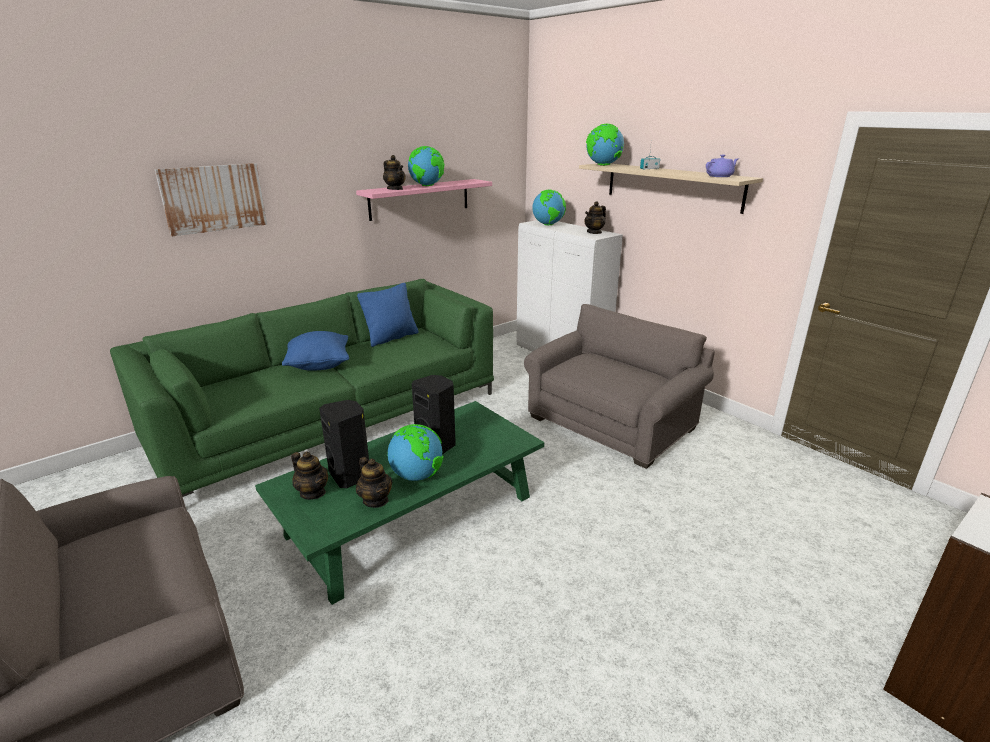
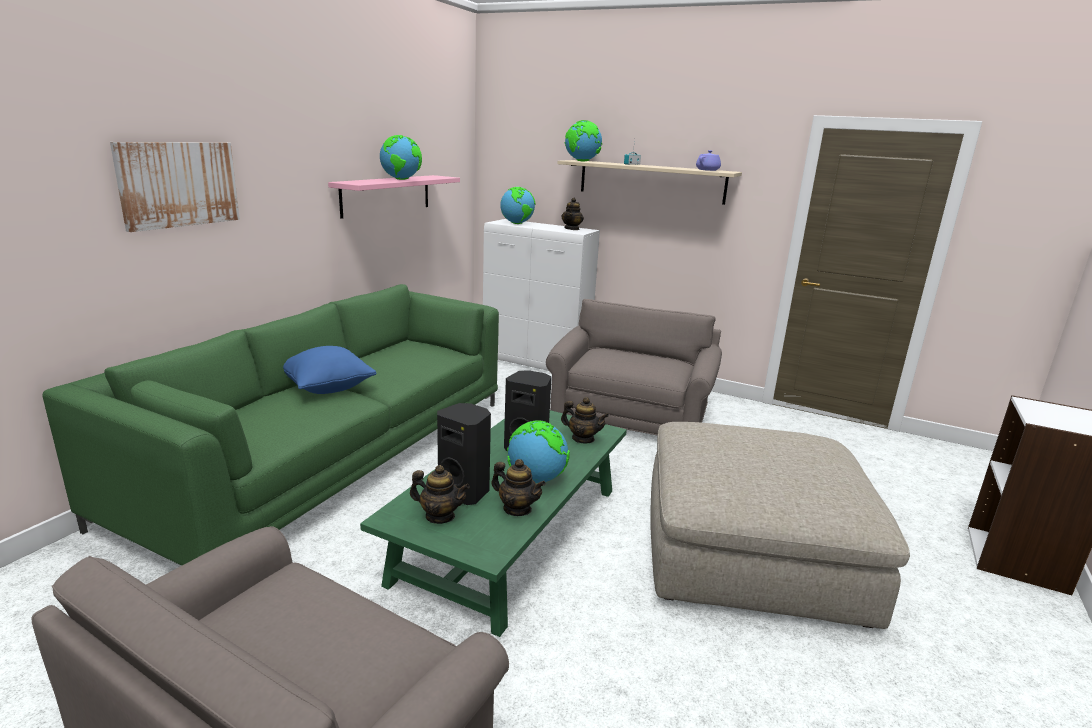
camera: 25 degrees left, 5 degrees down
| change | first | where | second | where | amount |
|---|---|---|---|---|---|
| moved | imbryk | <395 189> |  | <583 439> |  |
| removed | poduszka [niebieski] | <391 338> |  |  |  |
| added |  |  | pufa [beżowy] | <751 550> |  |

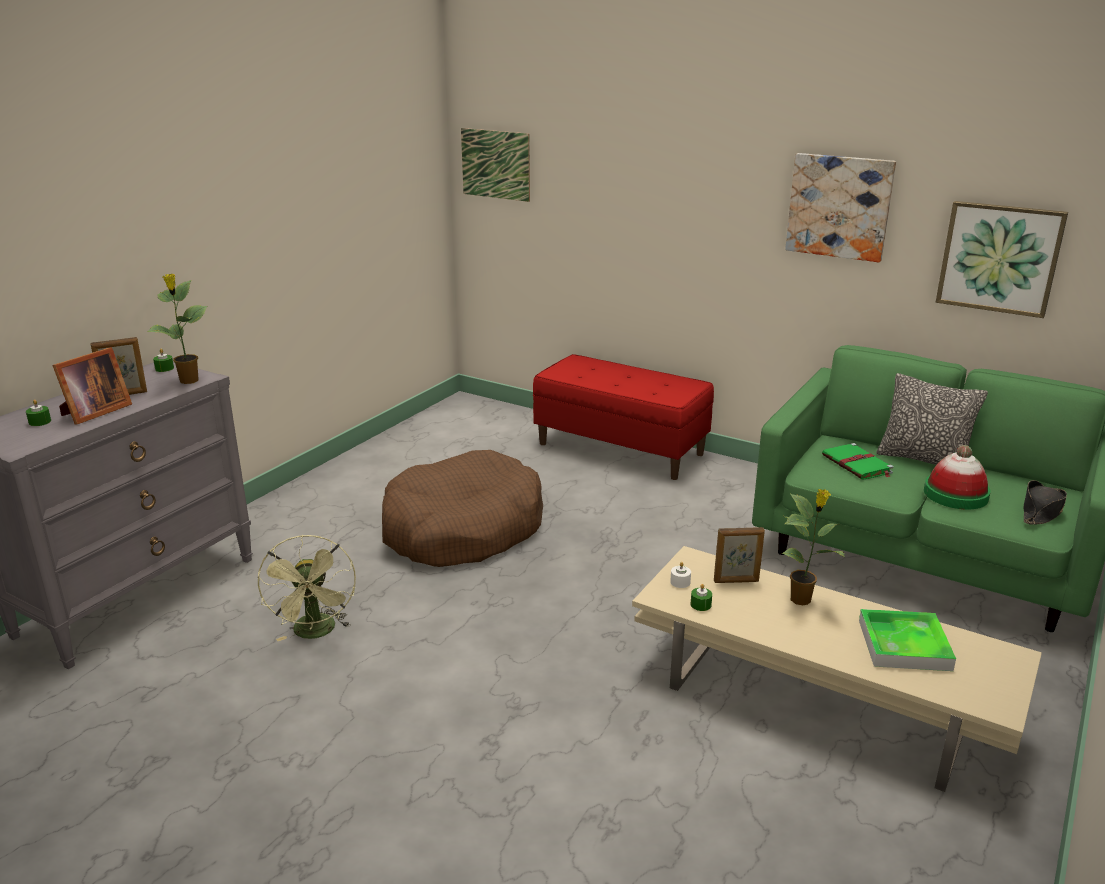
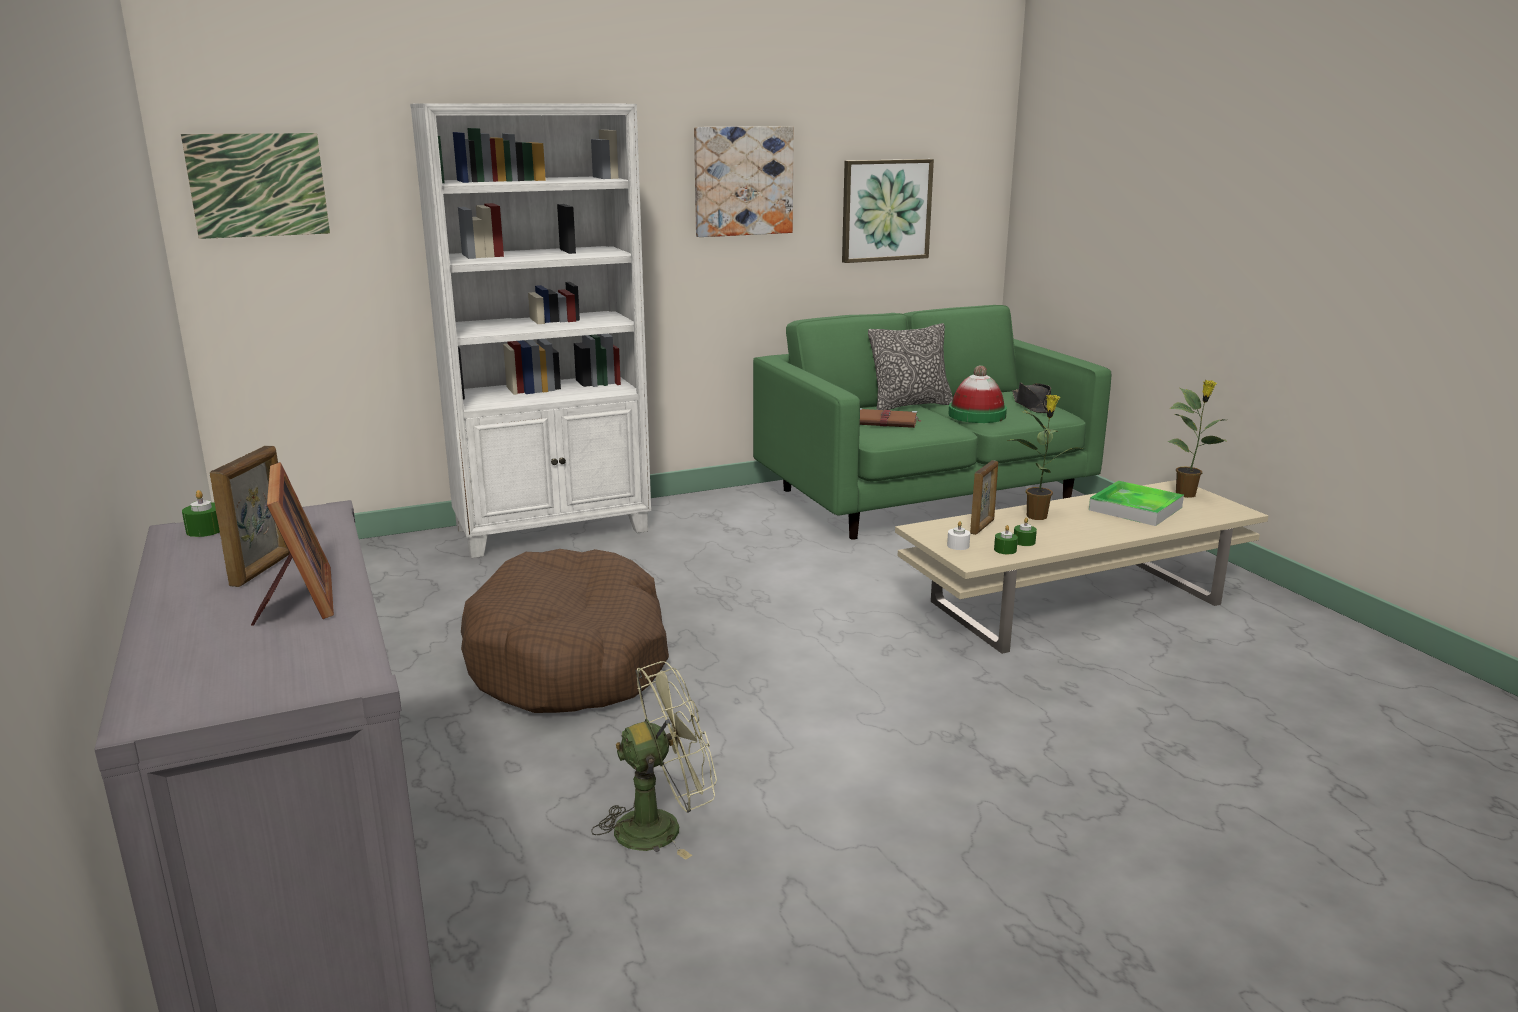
camera: 55 degrees left, 5 degrees down
| change | first | where | second | where | amount |
|---|---|---|---|---|---|
| moved | roślina doniczkowa | <189 381> |  | <1187 494> |  |
| replaced | ławka [czerwony] | <621 449> | regał [biały] | <554 530> |  |
| moved | świeca [zielony] | <40 422> |  | <1024 542> |  |
| recoloured | książka [zielony] | <857 464> | książka [brązowy] | <886 422> |  |
| turned | wentylator [zielony] | <316 633> |  | <661 826> | 45 degrees counterclockwise |

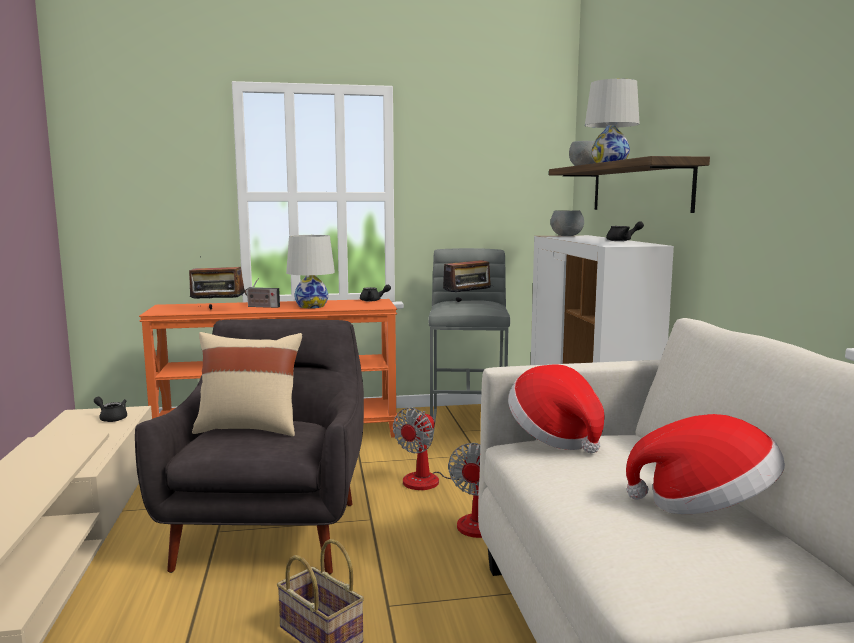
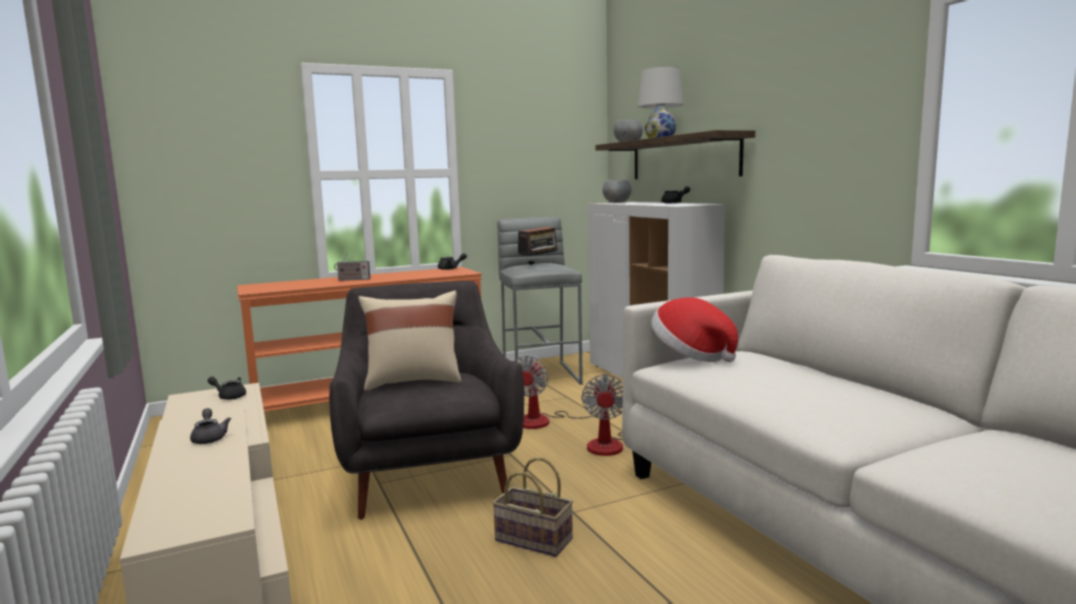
camera: 15 degrees left, 0 degrees up
| change | first | where | second | where | amount |
|---|---|---|---|---|---|
| removed | lampa stołowa [biały] | <311 306> |  |  |  |
| removed | radio | <218 310> |  |  |  |
| removed | kapelusz | <705 506> |  |  |  |
| added |  |  | imbryk [szary] | <209 438> |  |

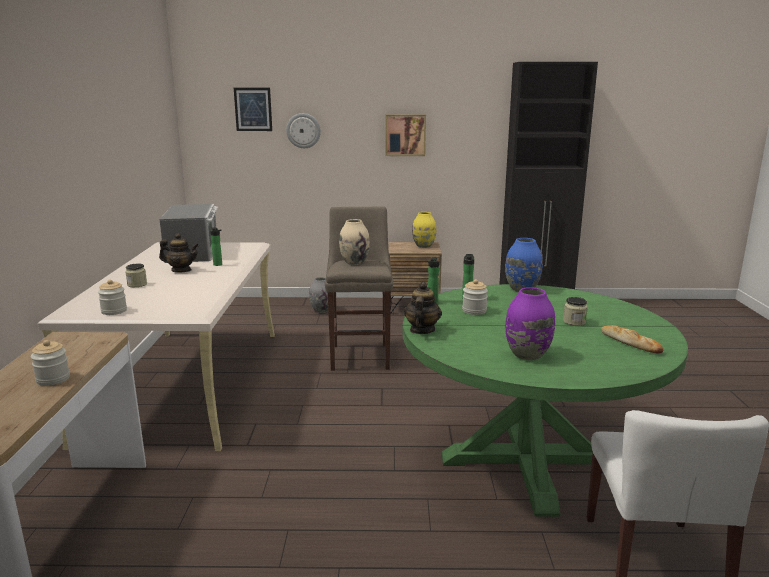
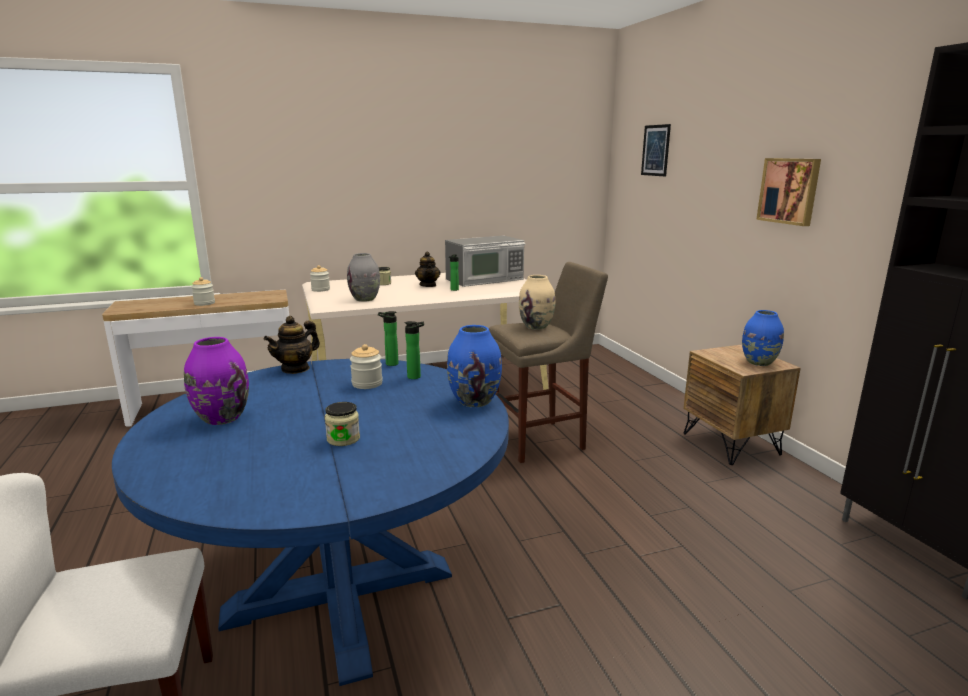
camera: 70 degrees right, 0 degrees up
| change | first | where | second | where | amount |
|---|---|---|---|---|---|
| removed | zegar ścienny | <303 130> |  |  |  |
| recoloured | wazon [żółty] | <424 246> | wazon [niebieski] | <759 362> |  |
| moved | wazon [szary] | <321 310> |  | <365 299> |  |
| turned | imbryk | <421 330> |  | <295 369> | 135 degrees clockwise |
| recoloured | stół jadalny [zielony] | <527 460> | stół jadalny [niebieski] | <340 593> |  |
| removed | chleb | <630 343> |  |  |  |

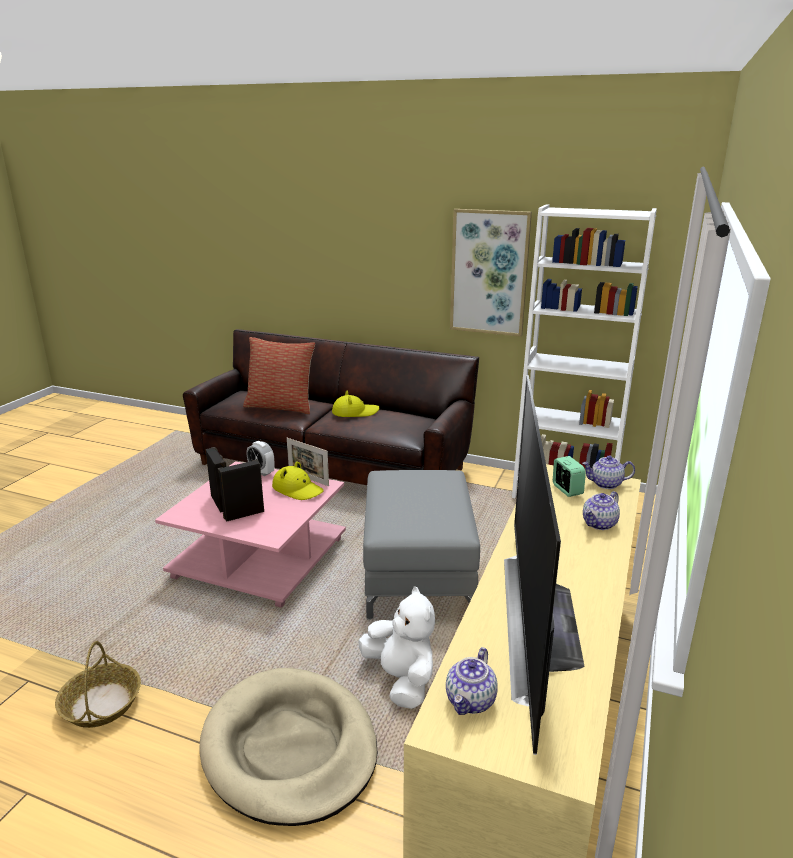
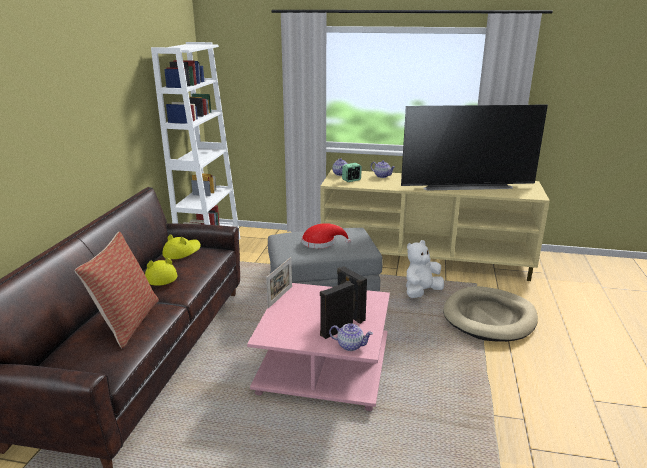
camera: 100 degrees left, 0 degrees up
| change | first | where | second | where | amount |
|---|---|---|---|---|---|
| removed | obraz | <489 273> |  |  |  |
| removed | budzik | <261 472> |  |  |  |
| moved | kapelusz [żółty] | <298 489> |  | <182 251> |  |
| removed | koszyk | <101 704> |  |  |  |
| moved | imbryk | <471 701> |  | <350 345> |  |
| added |  |  | kapelusz [czerwony] | <321 242> |  |

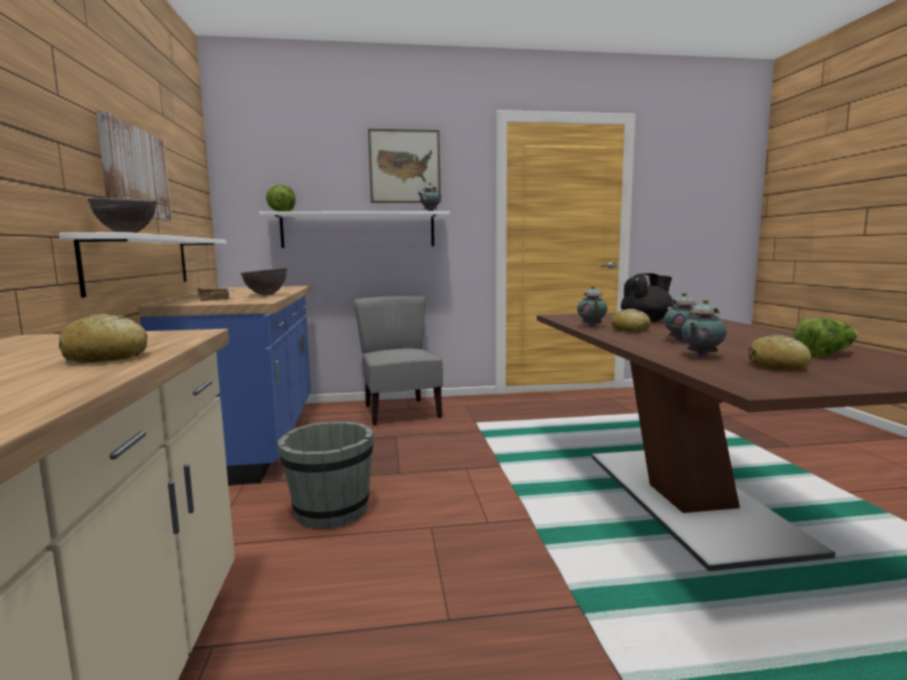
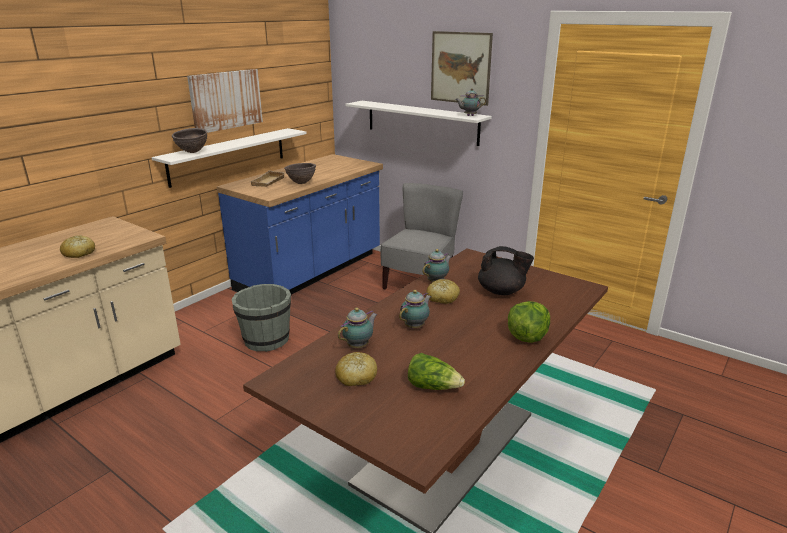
camera: 45 degrees right, 15 degrees up
| change | first | where | second | where | amount |
|---|---|---|---|---|---|
| moved | sałata | <282 212> |  | <527 337> |  |
| turned | imbryk | <700 356> |  | <359 346> | 135 degrees clockwise |

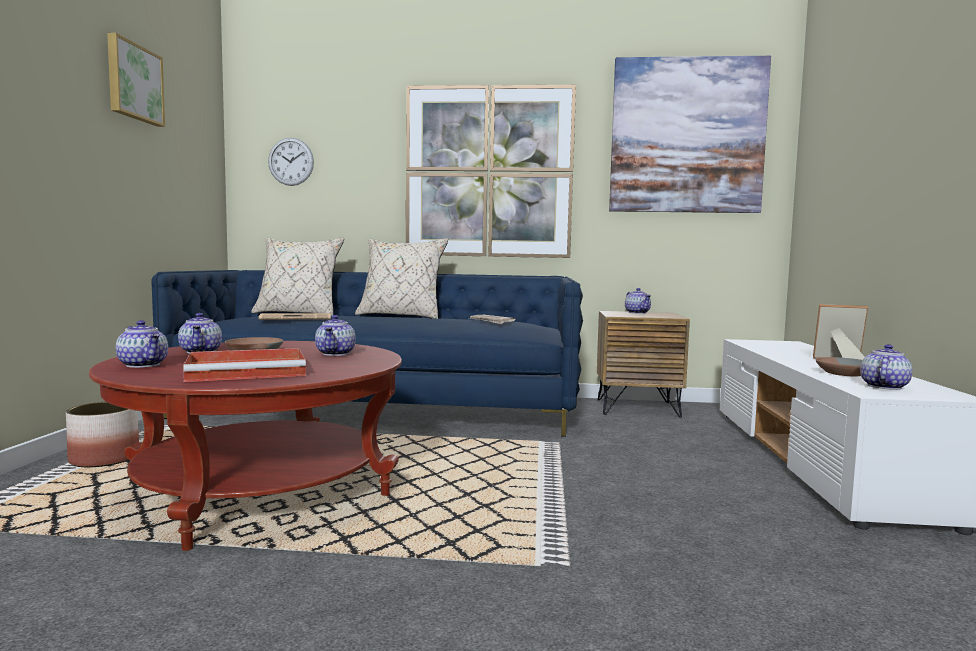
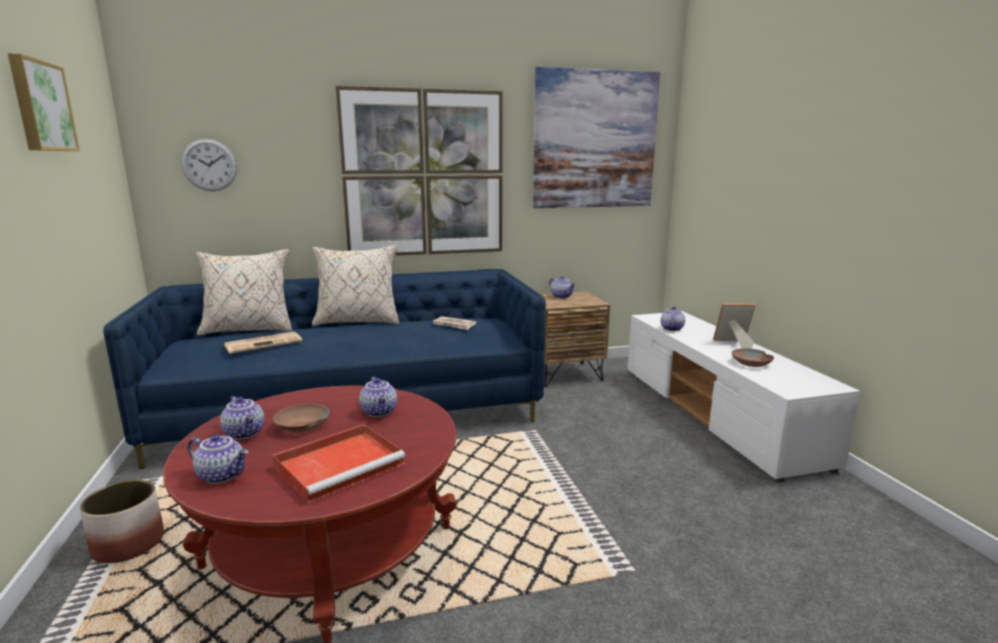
camera: 20 degrees left, 10 degrees up
| change | first | where | second | where | amount |
|---|---|---|---|---|---|
| moved | imbryk | <883 386> |  | <671 328> |  |

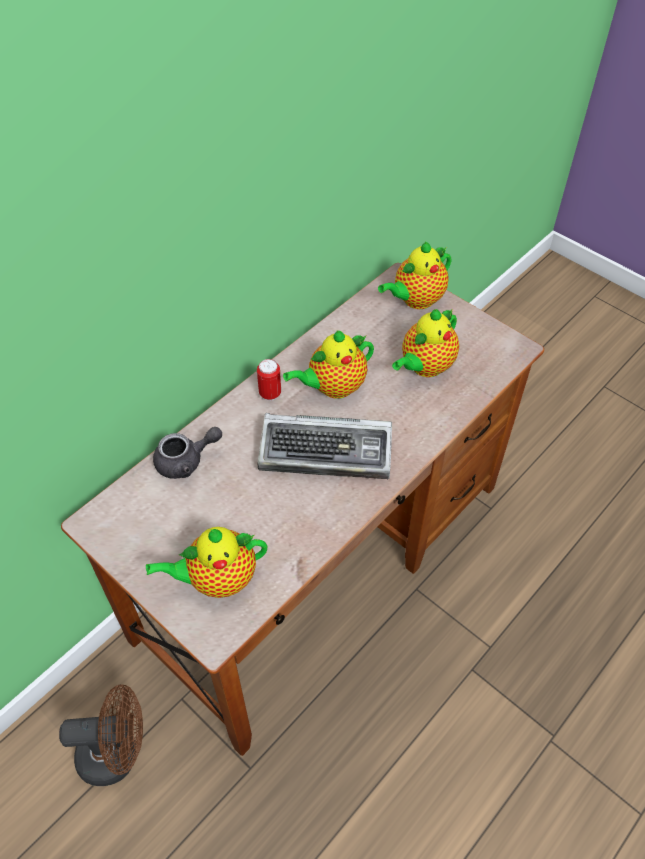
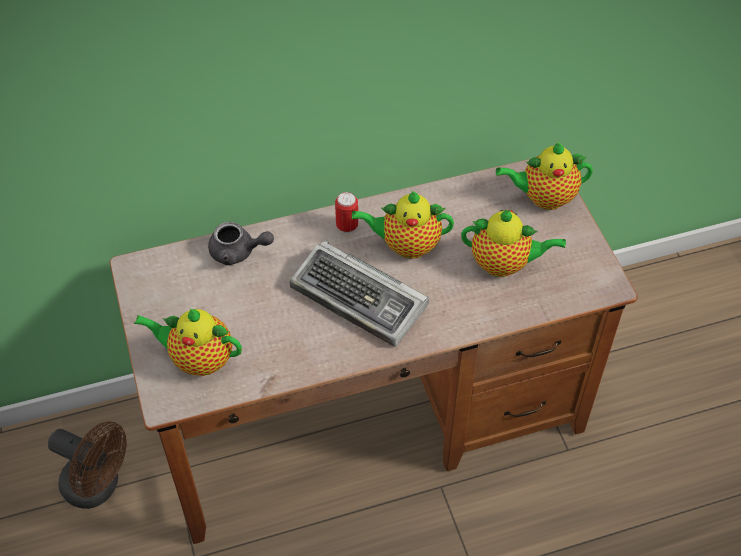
camera: 30 degrees right, 0 degrees up
| change | first | where | second | where | amount |
|---|---|---|---|---|---|
| turned | imbryk | <425 367> |  | <504 264> | 150 degrees counterclockwise |

